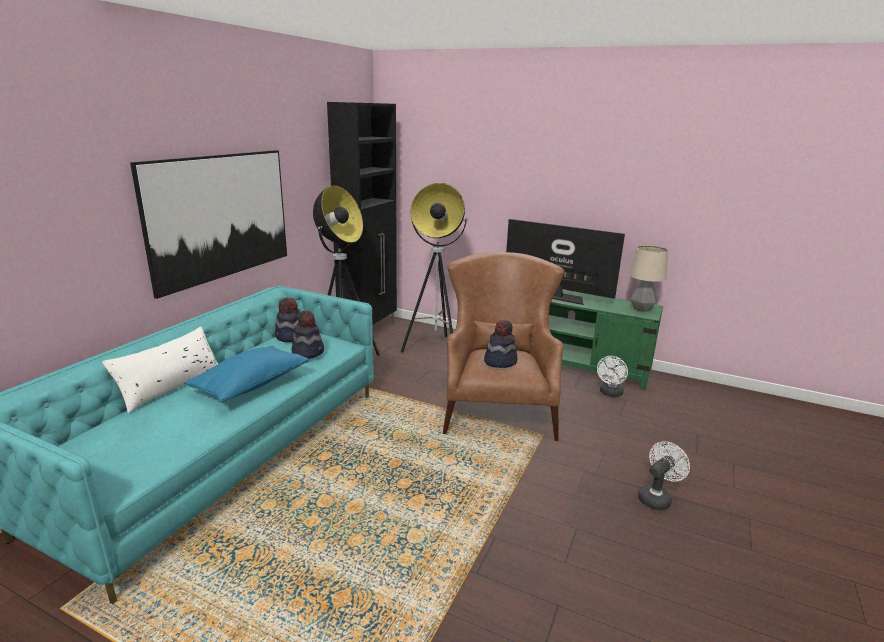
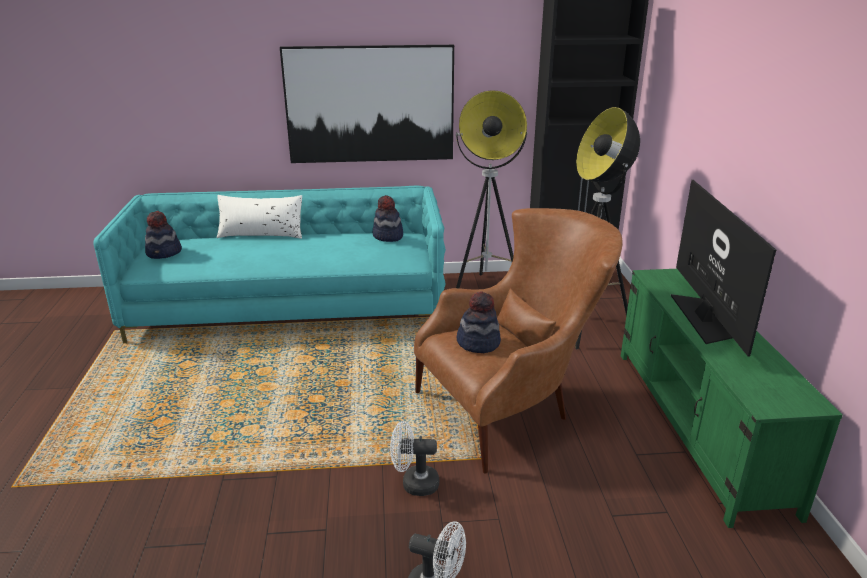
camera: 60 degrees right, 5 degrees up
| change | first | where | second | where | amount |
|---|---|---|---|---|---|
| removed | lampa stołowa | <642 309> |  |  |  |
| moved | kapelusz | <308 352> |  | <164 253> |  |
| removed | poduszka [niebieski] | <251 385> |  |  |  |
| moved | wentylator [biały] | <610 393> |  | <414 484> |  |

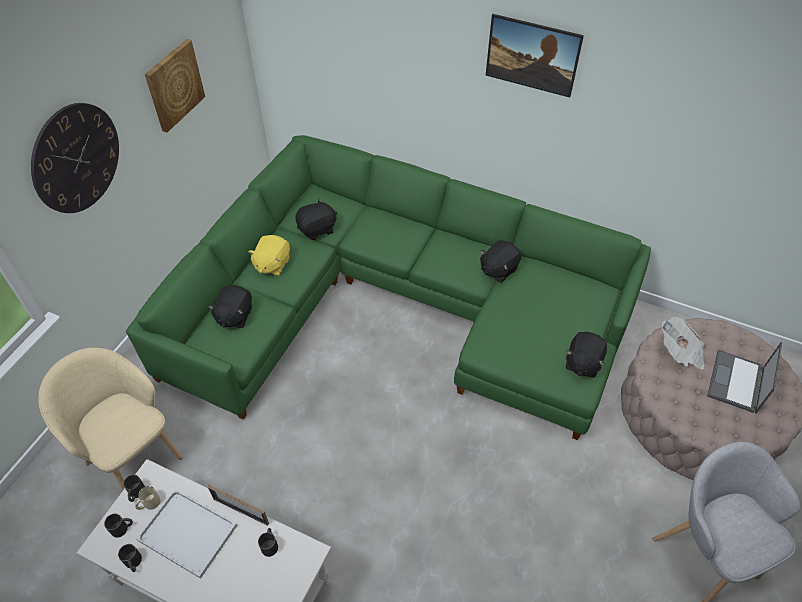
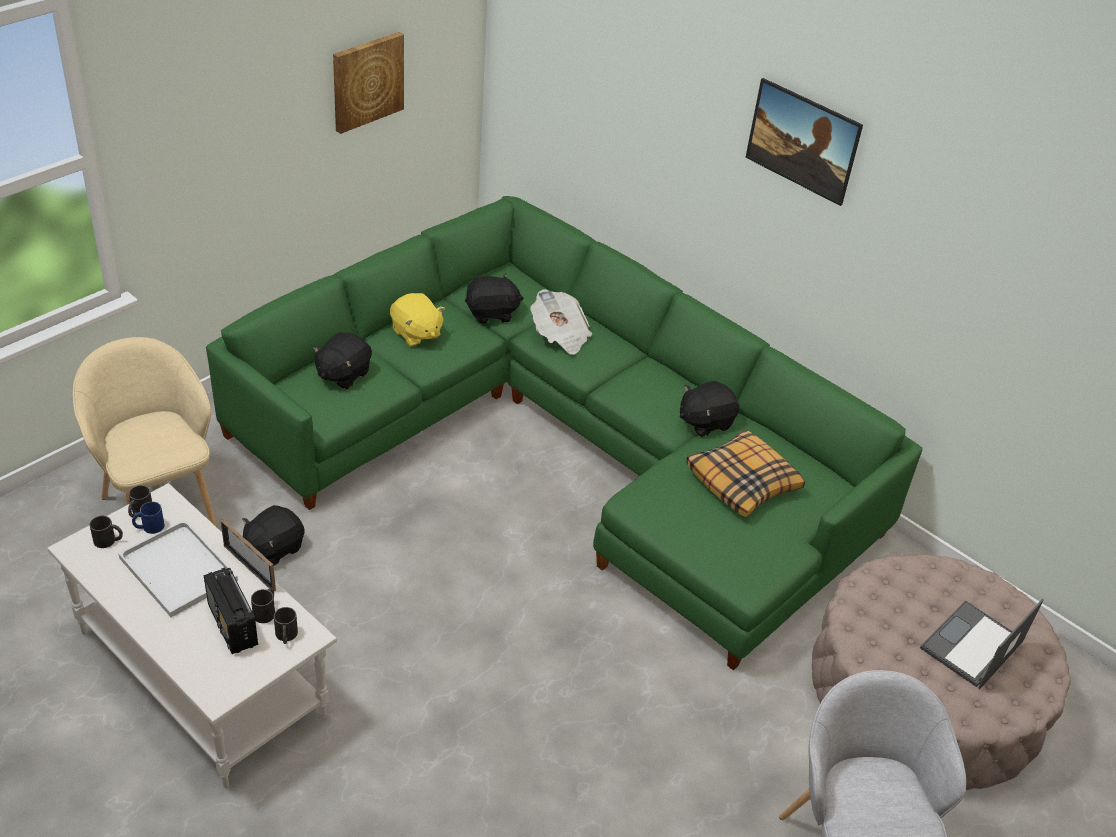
camera: 15 degrees right, 10 degrees down
| change | first | where | second | where | amount |
|---|---|---|---|---|---|
| removed | zegar ścienny | <76 158> |  |  |  |
| turned | pluszak [żółty] | <272 264> |  | <416 334> | 75 degrees counterclockwise |
| moved | gazeta | <680 352> |  | <560 335> |  |
| moved | pluszak [czarny] | <582 363> |  | <273 548> |  |
| recoloured | kubek [beżowy] | <149 504> | kubek [niebieski] | <149 527> |  |
| moved | kubek [czarny] | <133 563> |  | <286 636> |  |
| added |  |  | poduszka | <743 482> |  |
| added |  |  | radio | <233 626> |  |

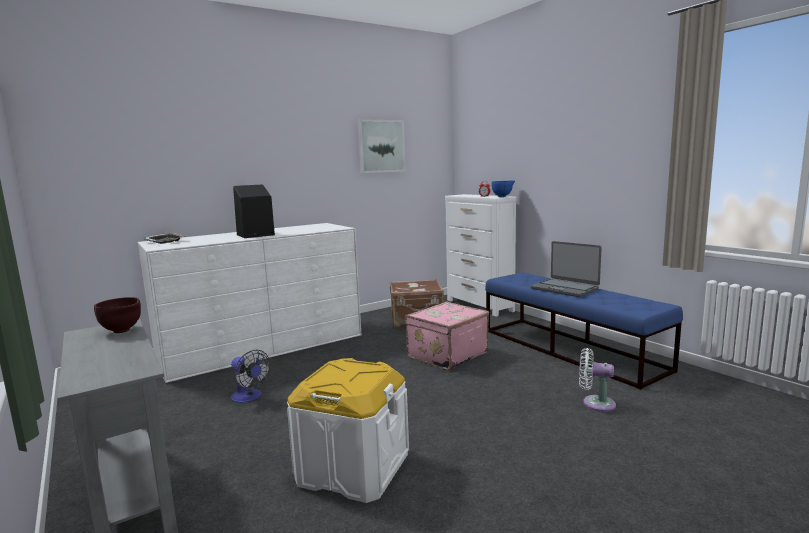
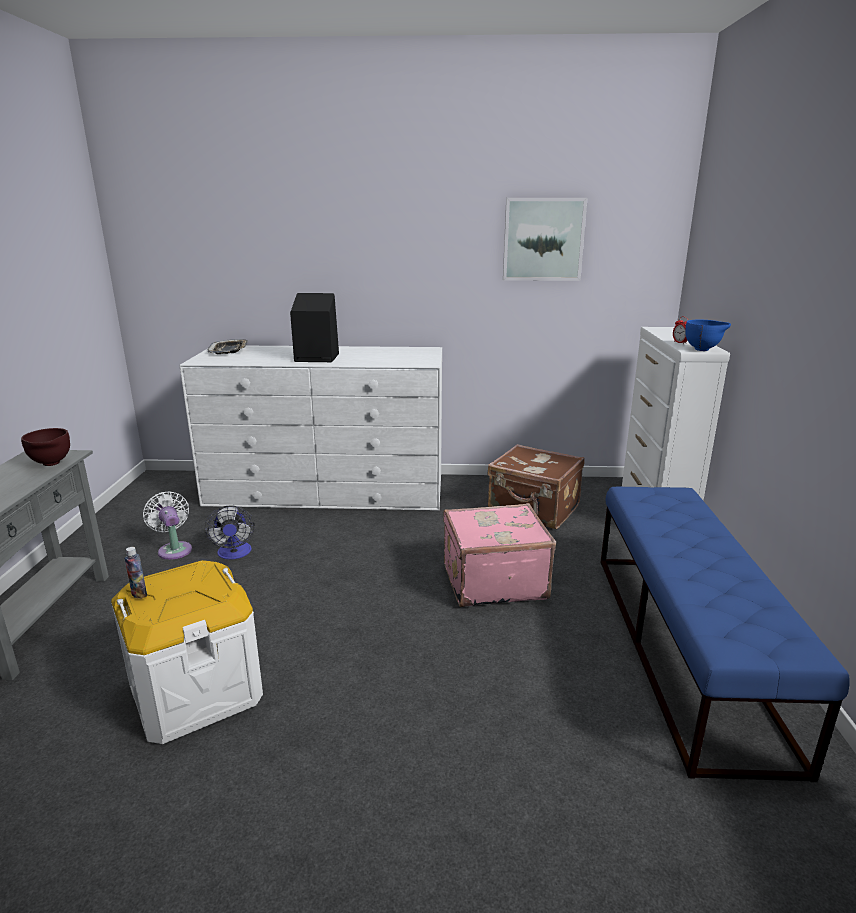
camera: 35 degrees right, 10 degrees up
| change | first | where | second | where | amount |
|---|---|---|---|---|---|
| removed | laptop | <565 288> |  |  |  |
| moved | wentylator [biały] | <595 403> |  | <174 549> |  |
| added |  |  | butelka | <139 594> |  |

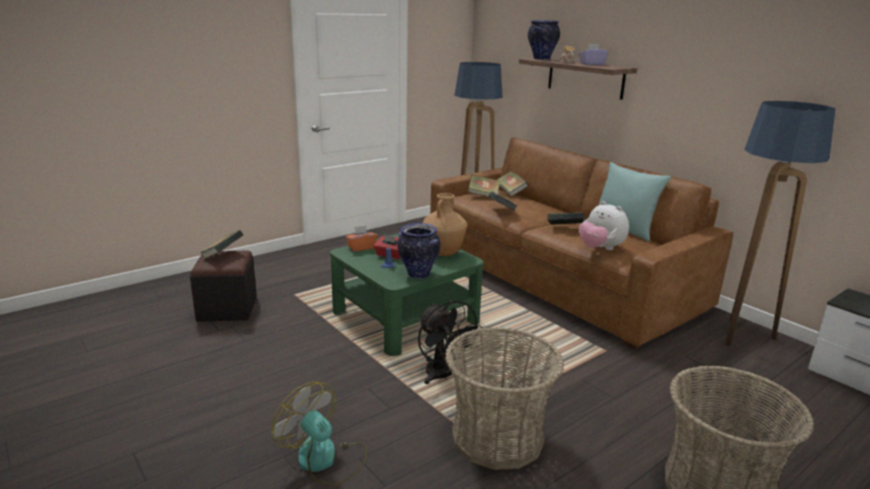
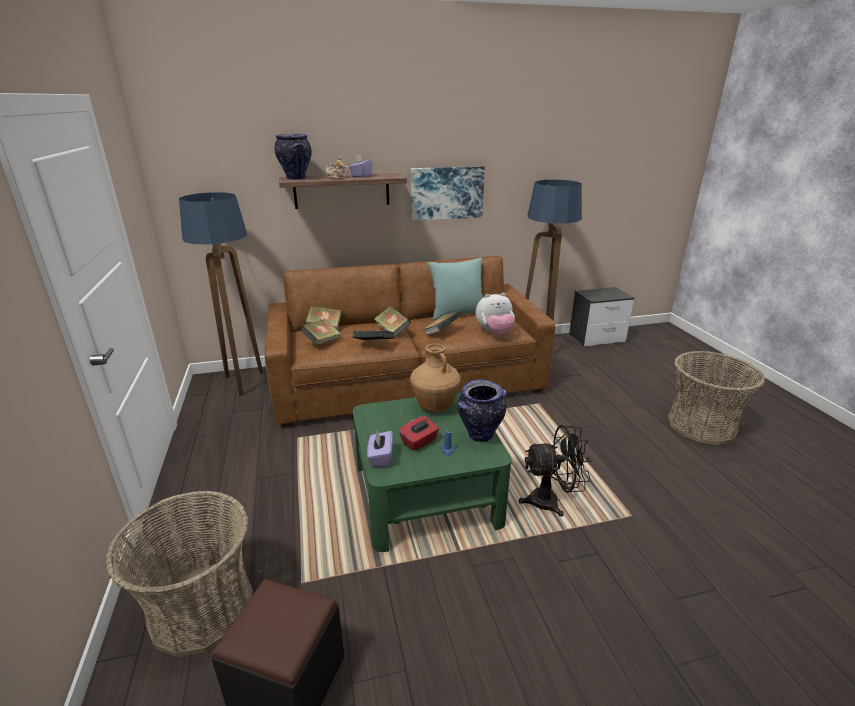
camera: 65 degrees left, 5 degrees up
| change | first | where | second | where | amount |
|---|---|---|---|---|---|
| recoloured | pudełko chusteczek [pomarańczowy] | <361 247> | pudełko chusteczek [fioletowy] | <380 457> |  |
| moved | książka | <223 255> |  | <392 331> |  |
| moved | koszyk | <497 437> |  | <201 609> |  |
| removed | wentylator | <324 460> |  |  |  |
| added |  |  | obraz | <446 193> |  |

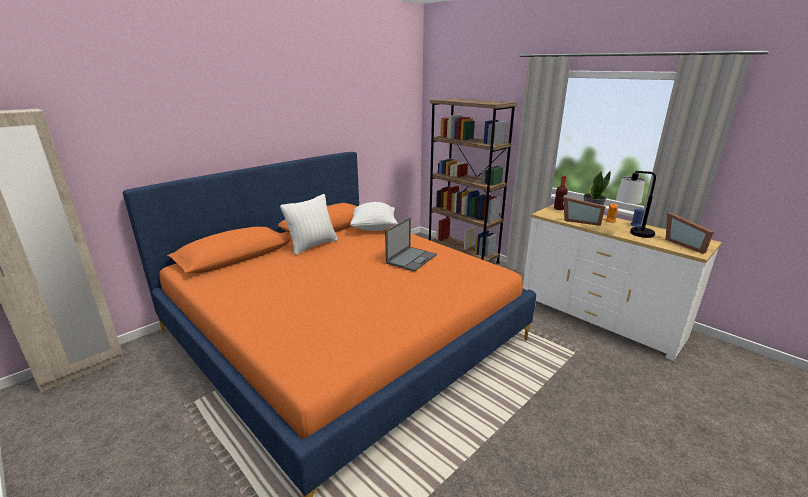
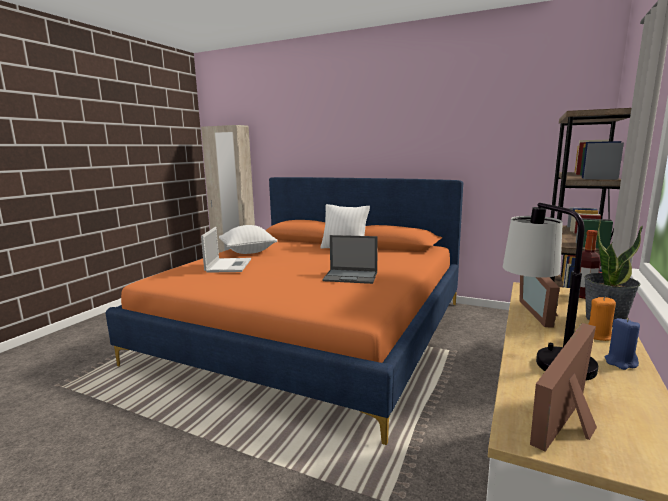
camera: 70 degrees right, 10 degrees down
| change | first | where | second | where | amount |
|---|---|---|---|---|---|
| moved | poduszka [biały] | <373 228> |  | <248 252> |  |
| added |  |  | laptop | <229 265> |  |

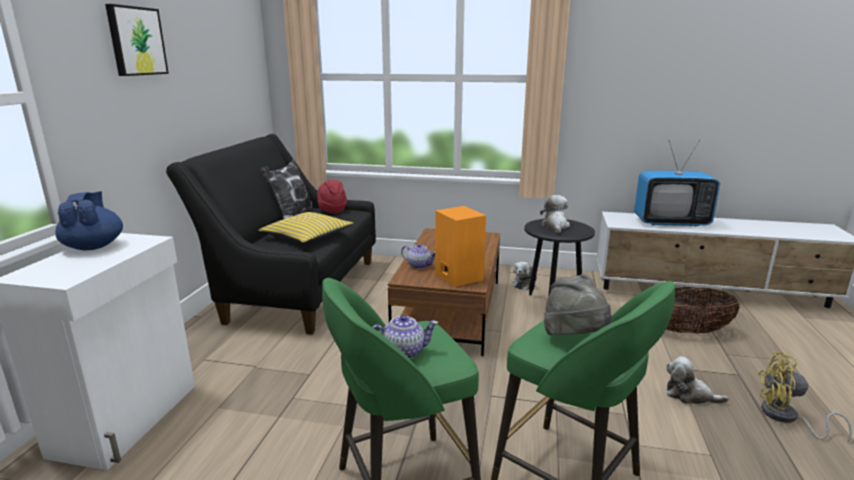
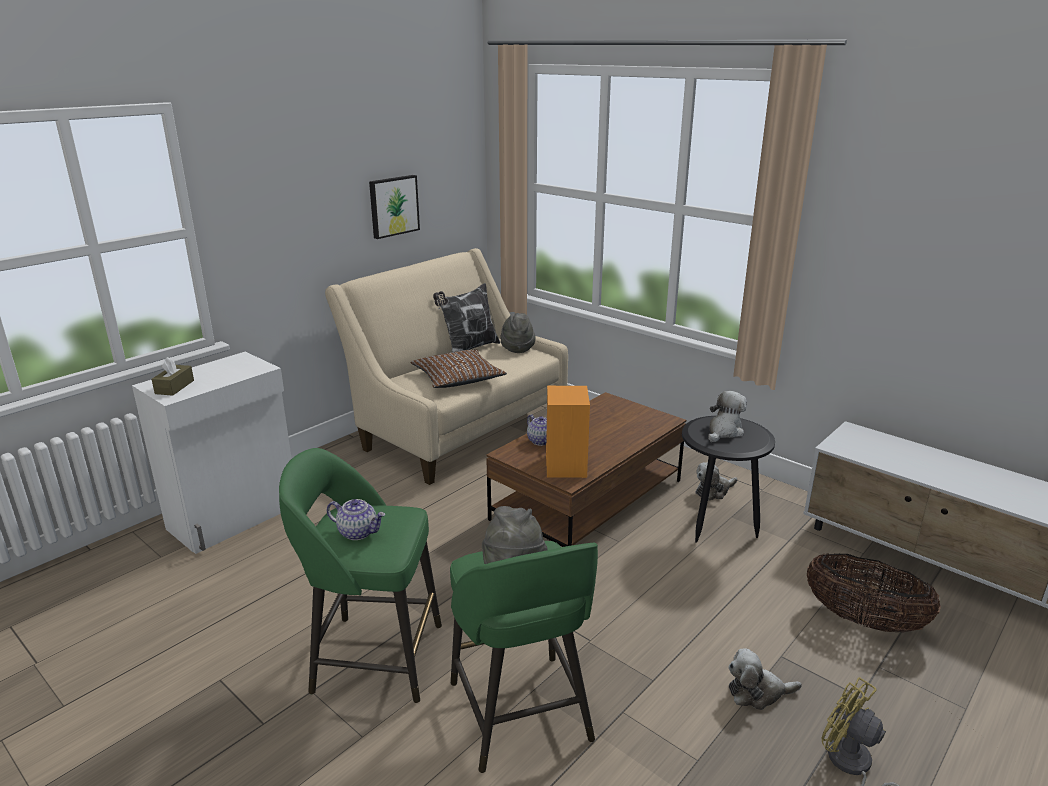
camera: 30 degrees right, 5 degrees up
| change | first | where | second | where | amount |
|---|---|---|---|---|---|
| moved | obraz | <136 41> |  | <393 206> |  |
| recoloured | kanapa [czarny] | <295 289> | kanapa [beżowy] | <457 429> |  |
| removed | telewizor | <670 222> |  |  |  |
| recoloured | kapelusz [czerwony] | <332 210> | kapelusz [szary] | <517 348> |  |
| removed | imbryk [niebieski] | <94 246> |  |  |  |
| recoloured | poduszka [żółty] | <307 236> | poduszka [brązowy] | <457 378> |  |
| turned | pluszak | <689 395> |  | <757 692> | 60 degrees counterclockwise |
| added |  |  | pudełko chusteczek [brązowy] | <174 387> |  |

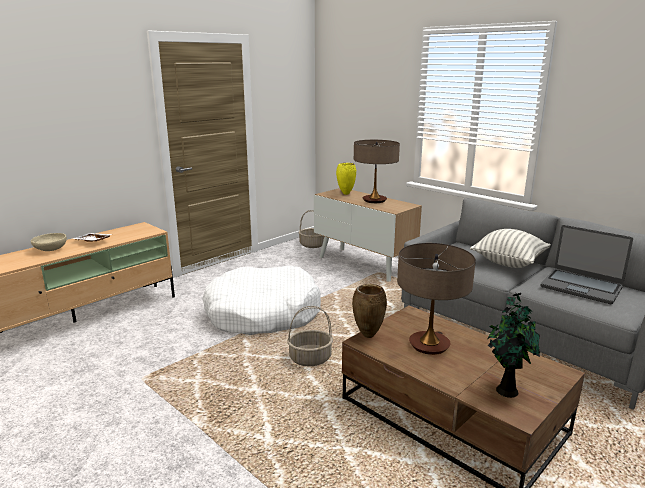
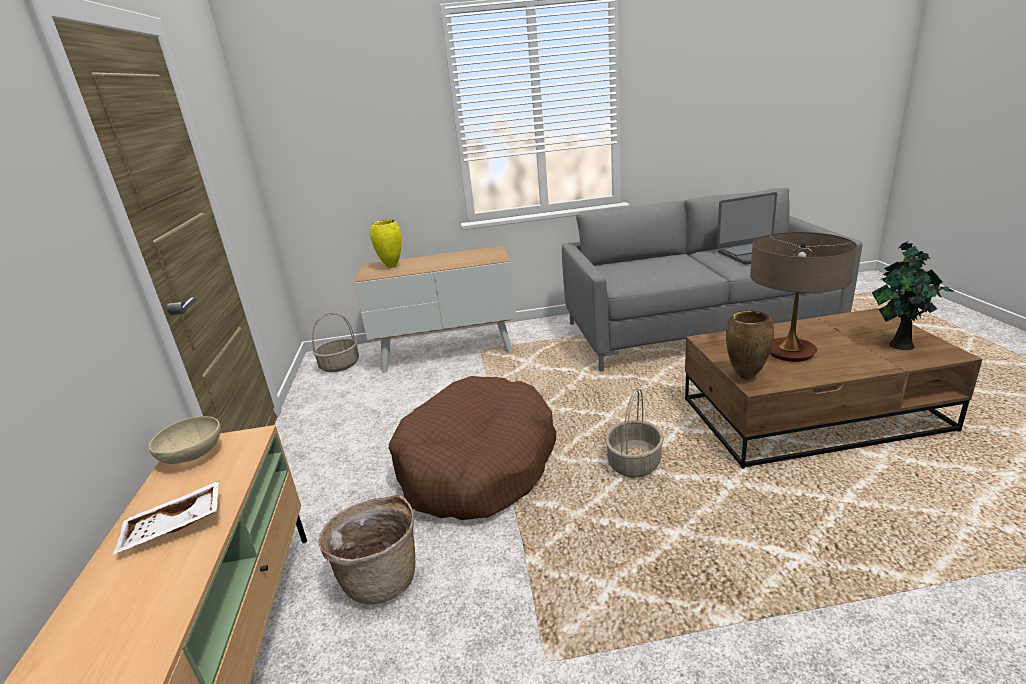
camera: 50 degrees left, 5 degrees up
| change | first | where | second | where | amount |
|---|---|---|---|---|---|
| removed | lampa stołowa | <374 200> |  |  |  |
| removed | poduszka | <508 262> |  |  |  |
| moved | miska [beżowy] | <50 250> |  | <193 456> |  |
| recoloured | legowisko [biały] | <262 313> | legowisko [brązowy] | <477 464> |  |
| added |  |  | koszyk | <381 576> |  |

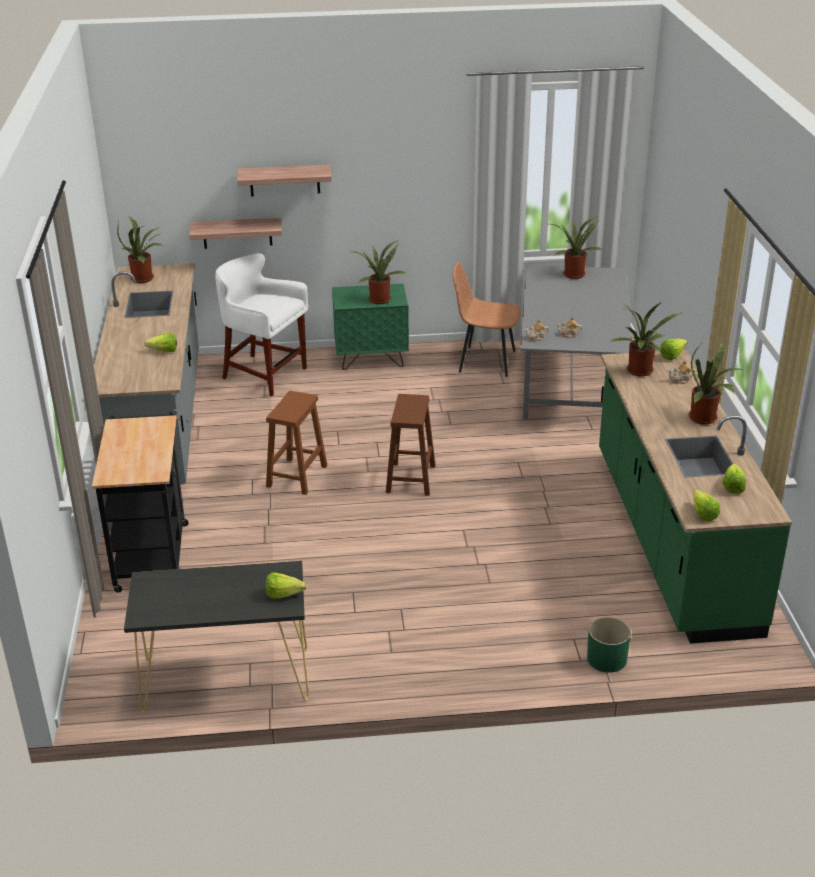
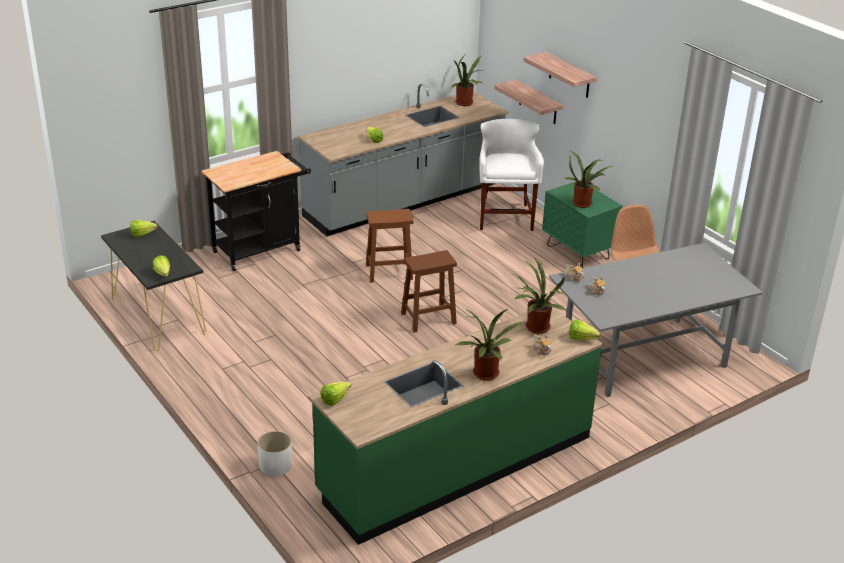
camera: 60 degrees right, 0 degrees up
| change | first | where | second | where | amount |
|---|---|---|---|---|---|
| removed | roślina doniczkowa | <574 273> |  |  |  |
| moved | sałata | <733 485> |  | <144 234> |  |
| recoloured | donica [zielony] | <606 659> | donica [biały] | <275 465> |  |

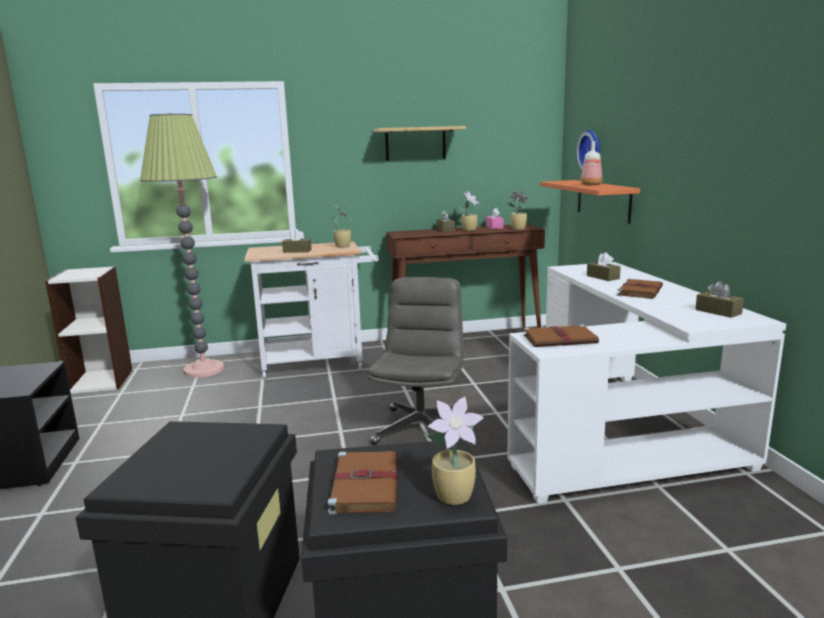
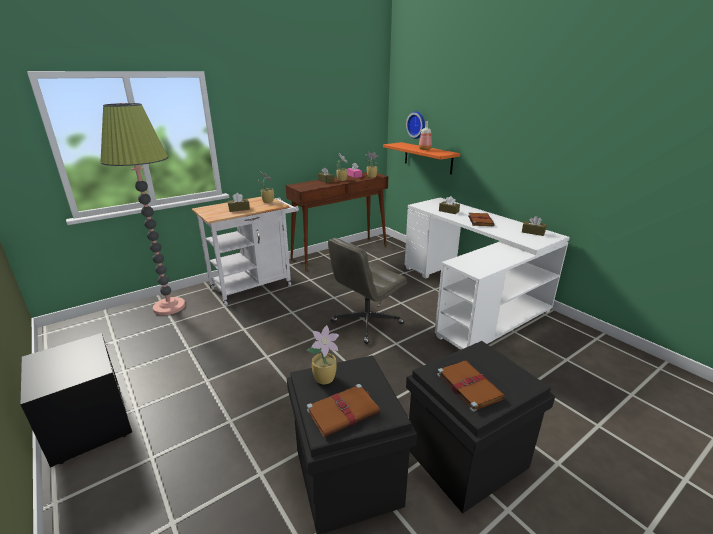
camera: 25 degrees left, 10 degrees up
| change | first | where | second | where | amount |
|---|---|---|---|---|---|
| removed | półka | <415 143> |  |  |  |
| removed | regał | <102 381> |  |  |  |
| turned | krzesło biurowe [szary] | <421 428> |  | <366 323> | 120 degrees counterclockwise |
| moved | książka [brązowy] | <561 339> |  | <344 411> |  |
| moved | roślina doniczkowa | <456 496> |  | <325 378> |  |

